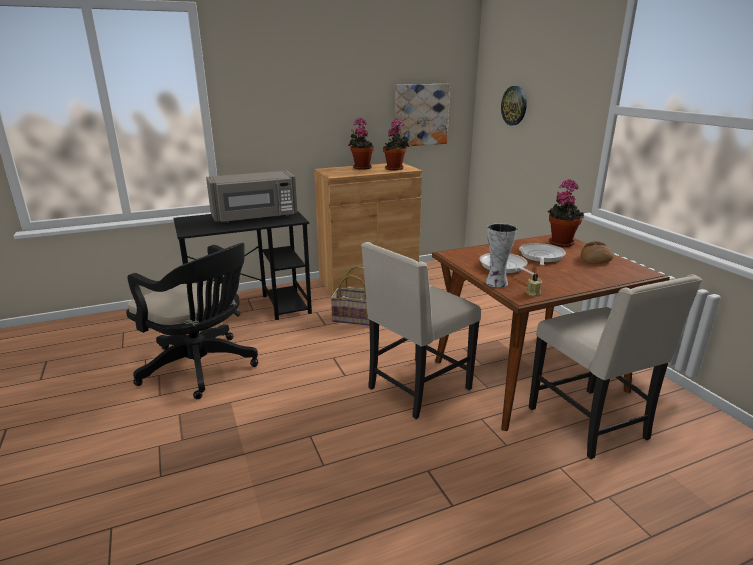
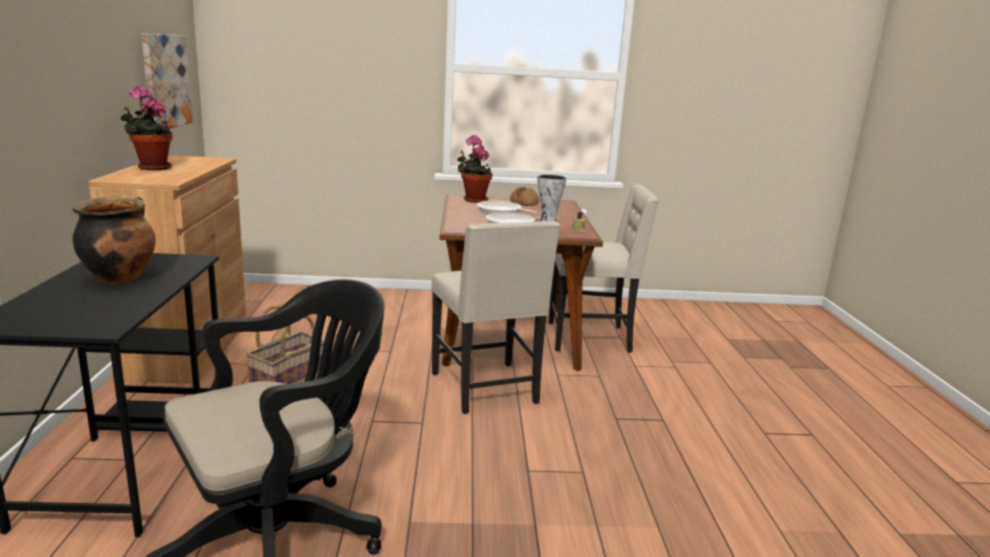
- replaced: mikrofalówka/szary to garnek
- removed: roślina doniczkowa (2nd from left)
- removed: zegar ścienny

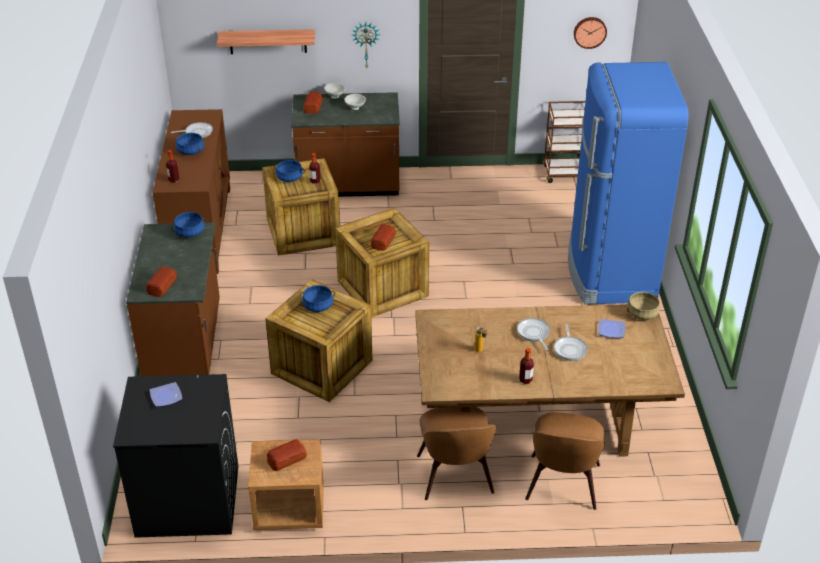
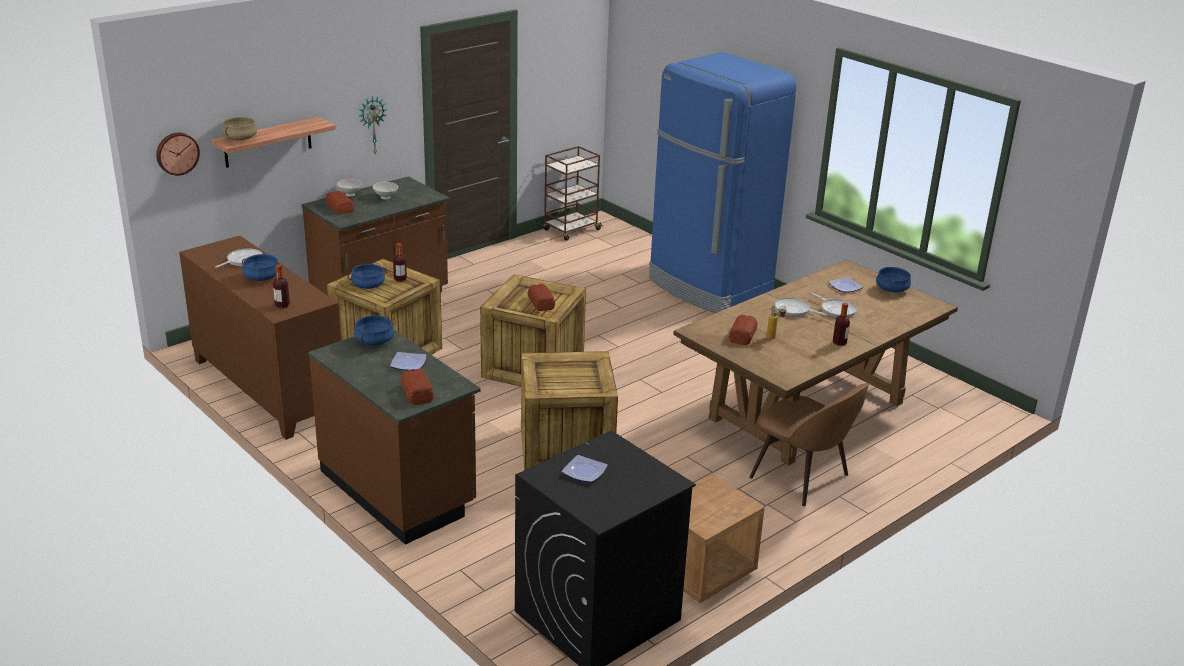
- moved: zegar ścienny (2nd from left in the first image) to zegar ścienny (1st from left)
- moved: garnek/beżowy
- added: talerz (1st from left)
- moved: chleb (2nd from left in the first image) to chleb (4th from left)
- moved: garnek/niebieski (4th from left)
- removed: krzesło/brązowy (2nd from left)

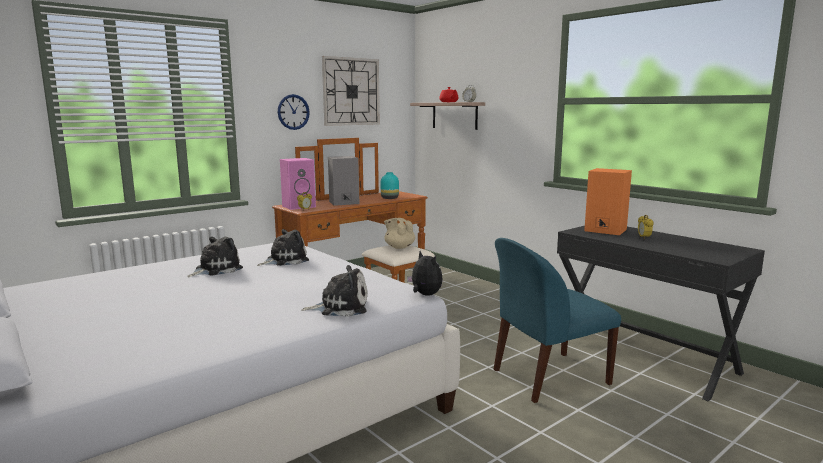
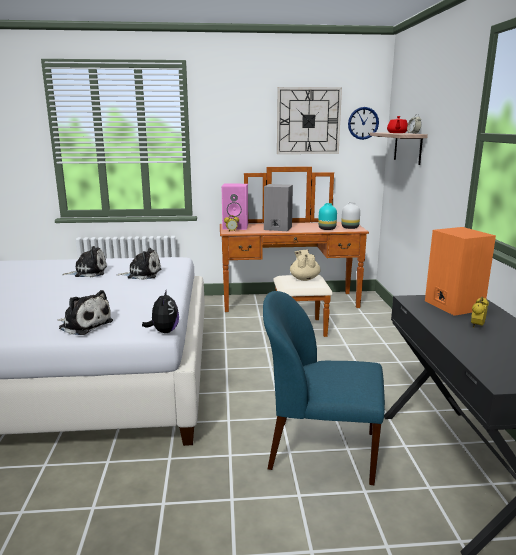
- added: wazon/biały
- moved: zegar ścienny (1st from left in the first image) to zegar ścienny (2nd from left)

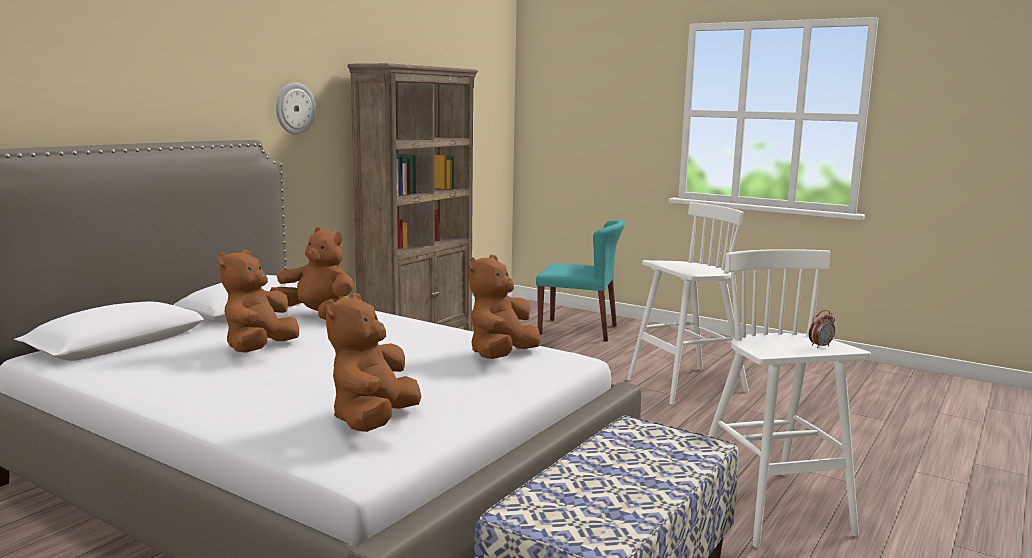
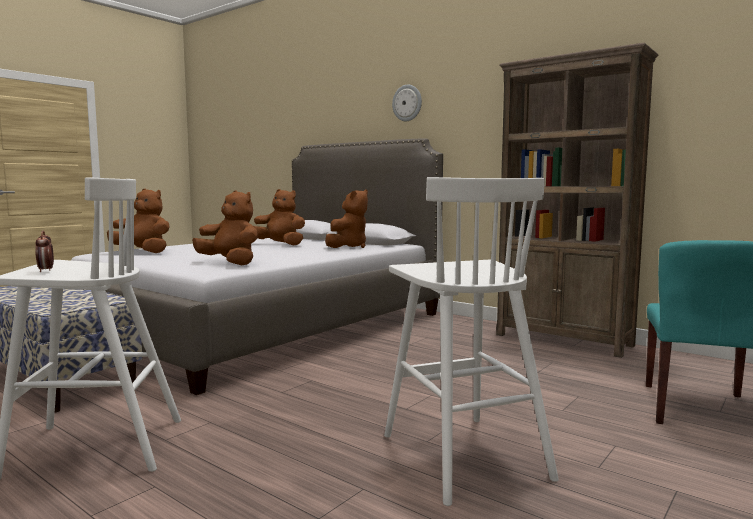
- moved: zegar ścienny

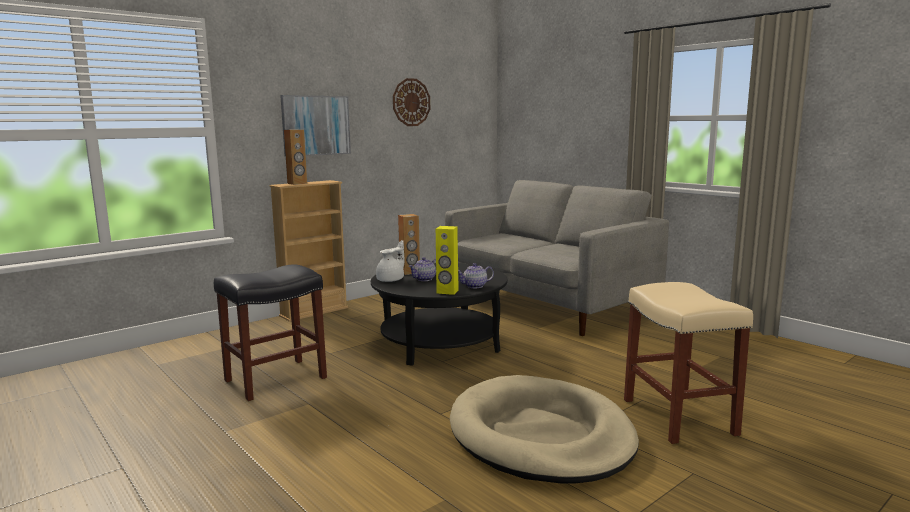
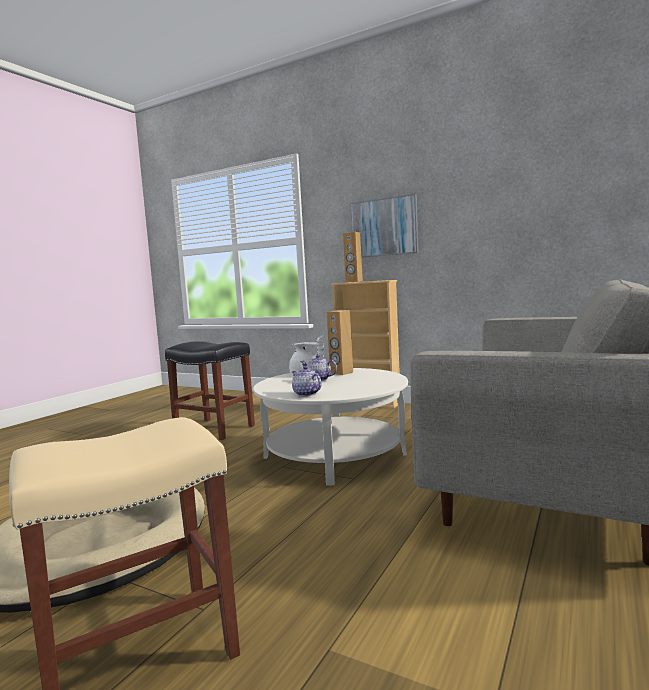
- recoloured: ława/czarny to ława/biały
- removed: zegar ścienny
- removed: głośnik/żółty

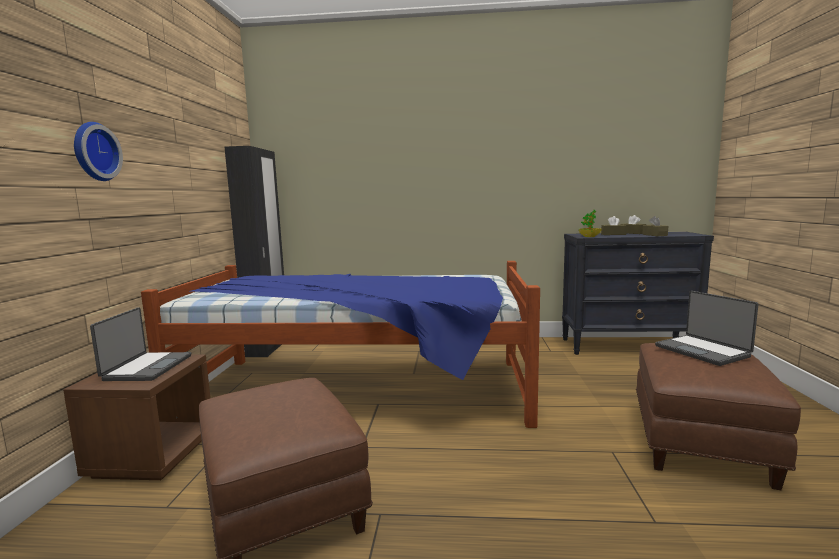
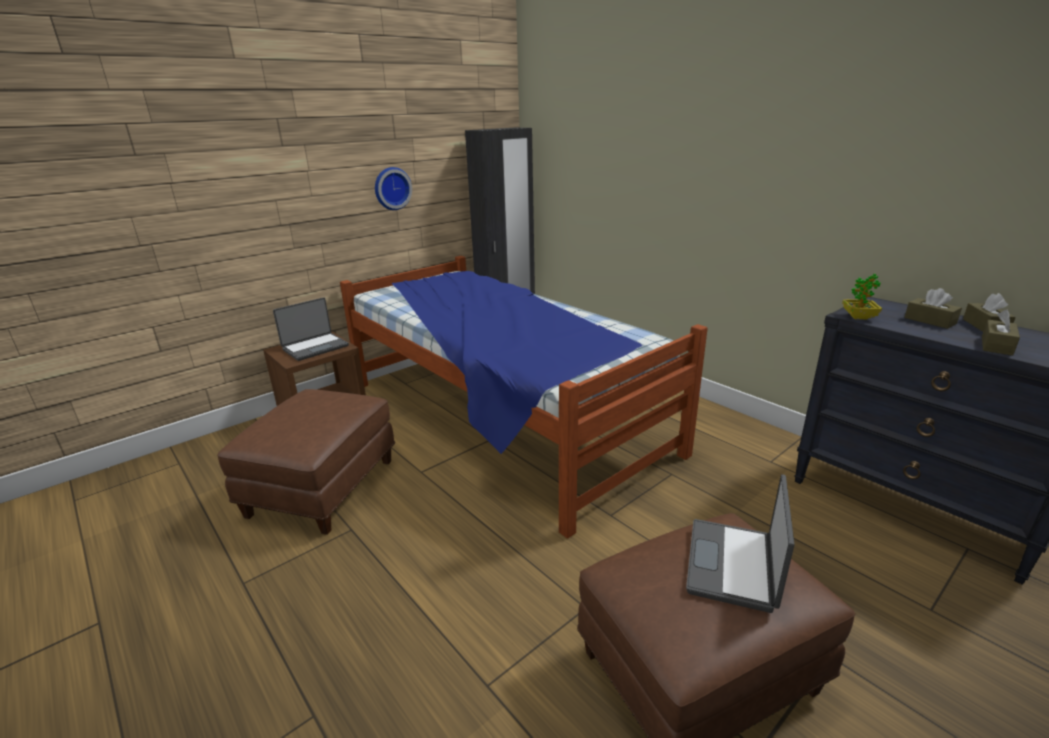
- moved: zegar ścienny

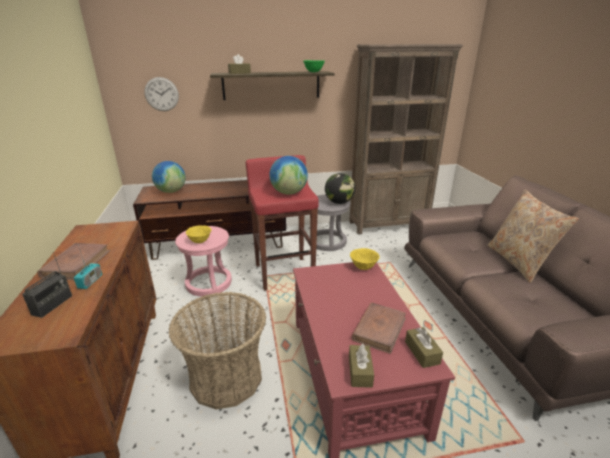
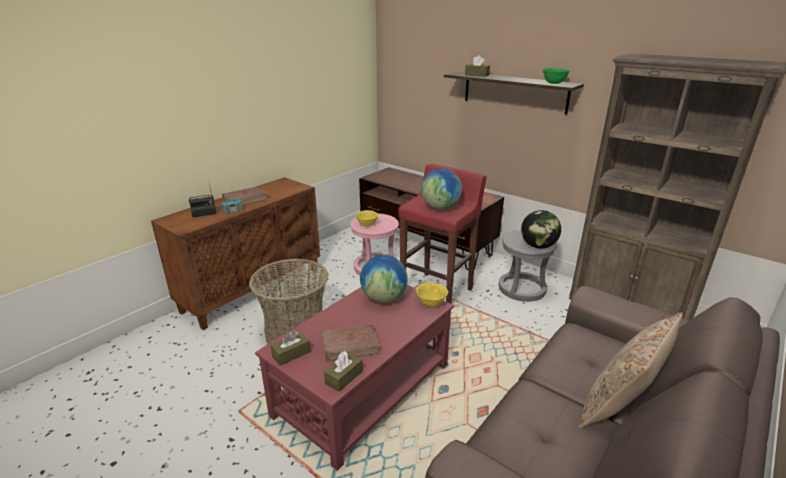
- moved: globus (1st from left)
- removed: zegar ścienny

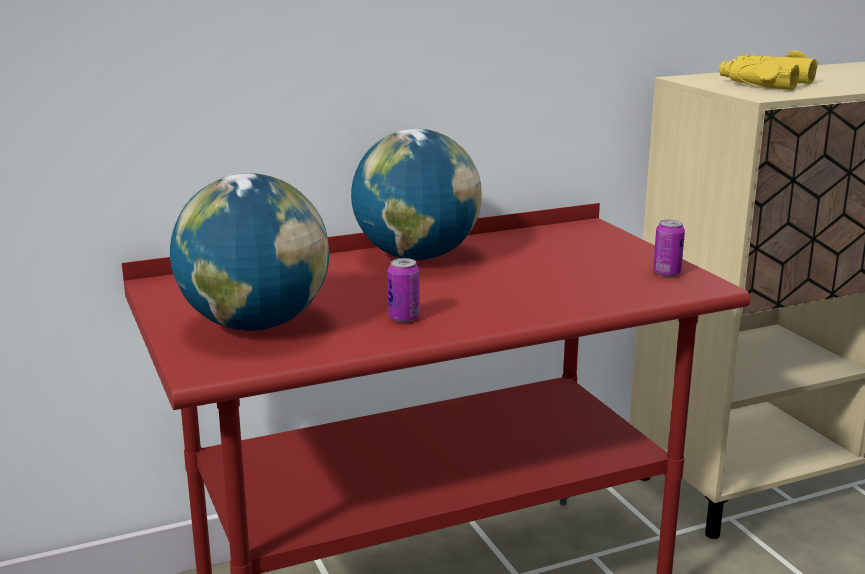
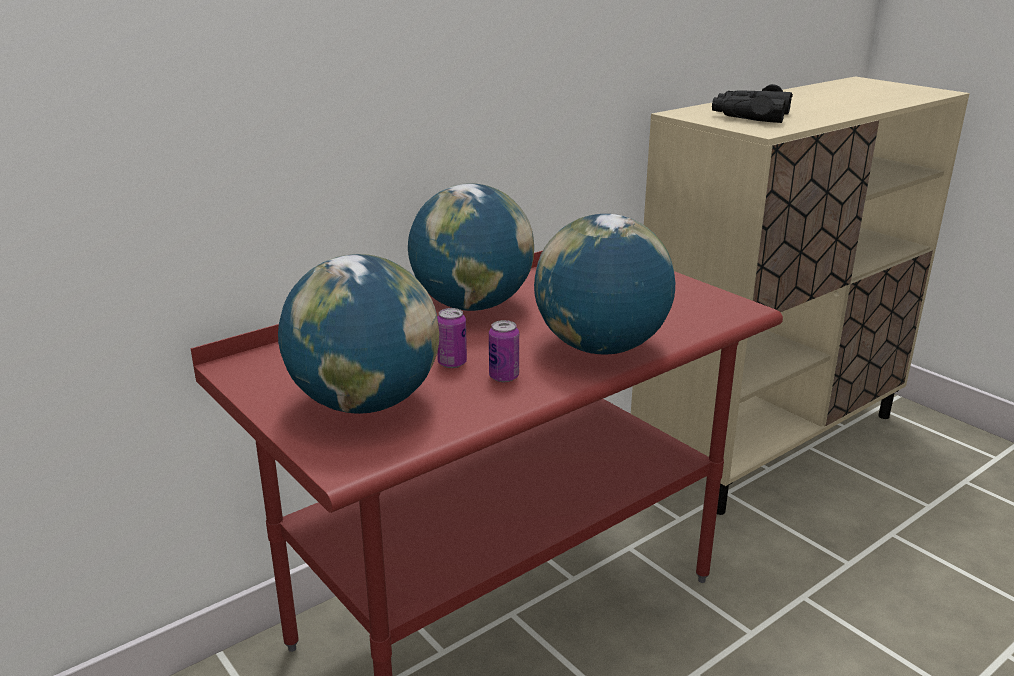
- moved: puszka (2nd from left in the first image) to puszka (1st from left)
- added: globus (3rd from left)
- recoloured: lornetka/żółty to lornetka/czarny

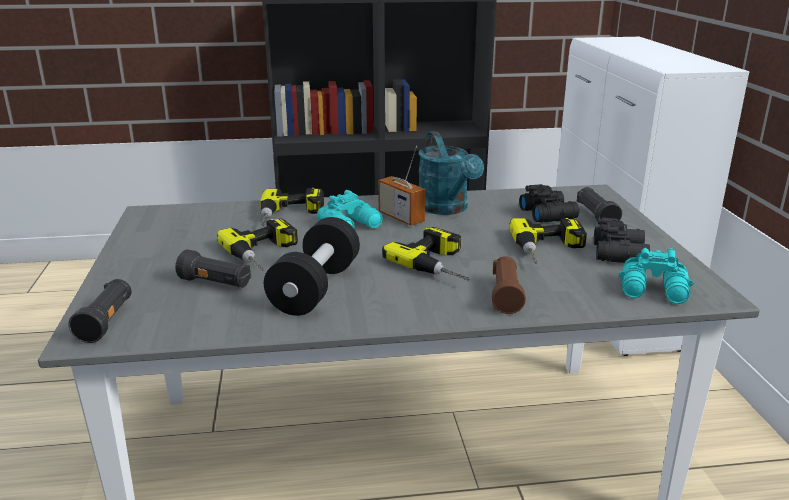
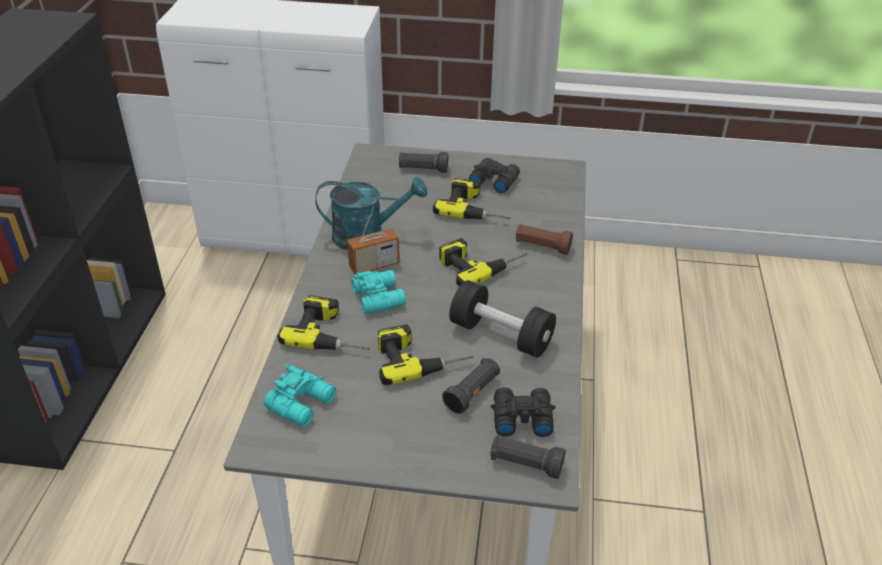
- moved: lornetka/turkusowy (2nd from left in the first image) to lornetka/turkusowy (1st from left)
- moved: lornetka/czarny (1st from left in the first image) to lornetka/czarny (2nd from left)

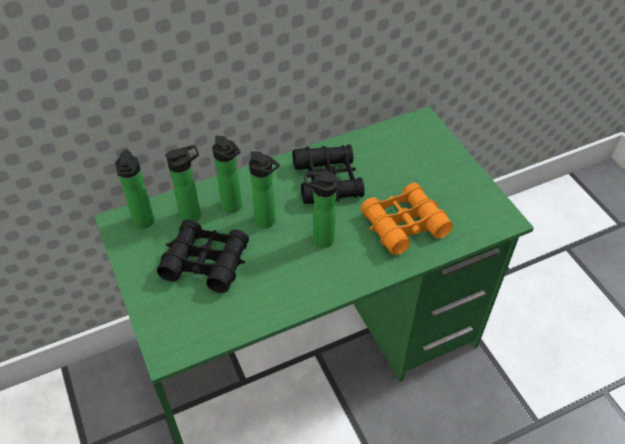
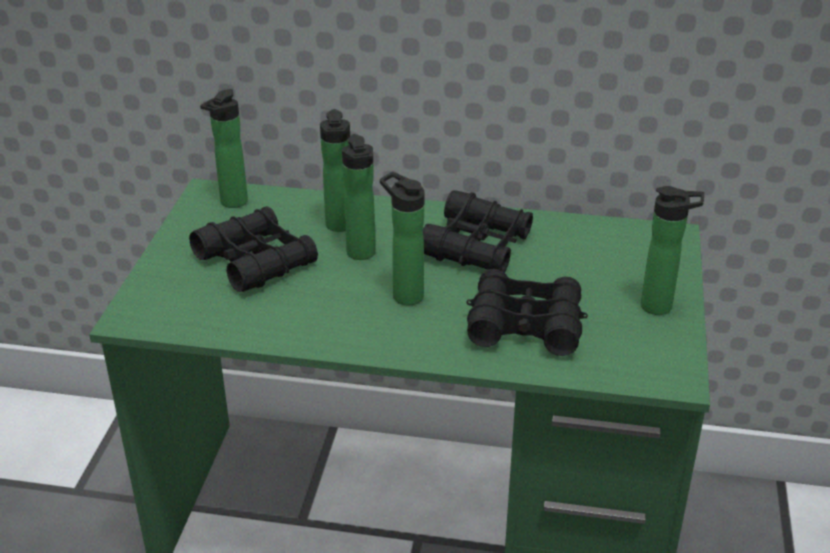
- recoloured: lornetka/pomarańczowy to lornetka/czarny (3rd from left)
- moved: butelka (2nd from left in the first image) to butelka (5th from left)

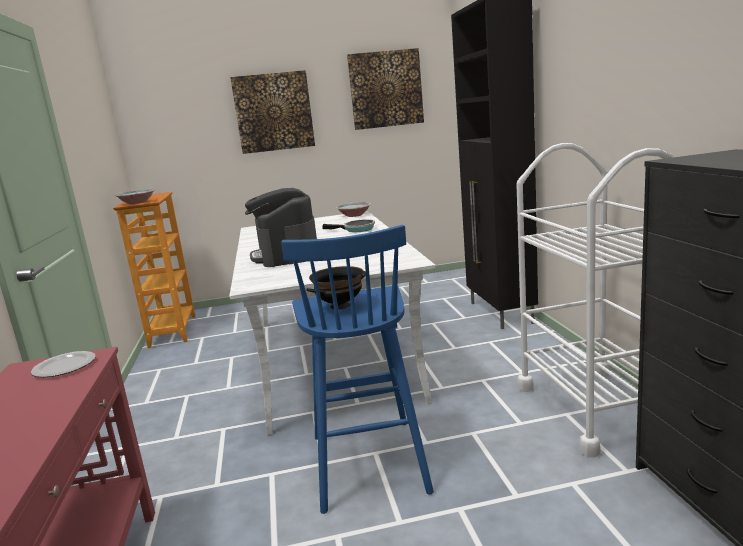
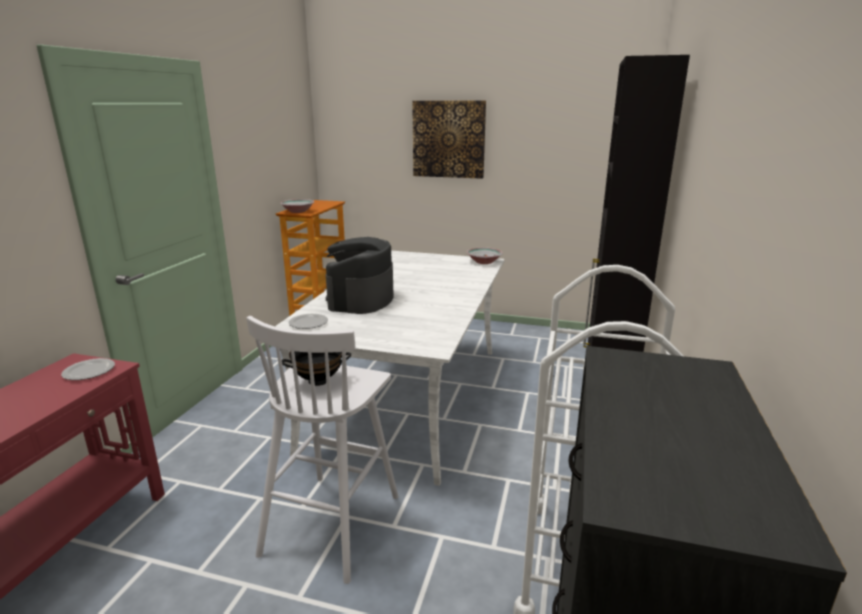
- recoloured: stołek/niebieski to stołek/biały
- added: talerz (2nd from left)
- removed: patelnia
- removed: obraz (2nd from left)

